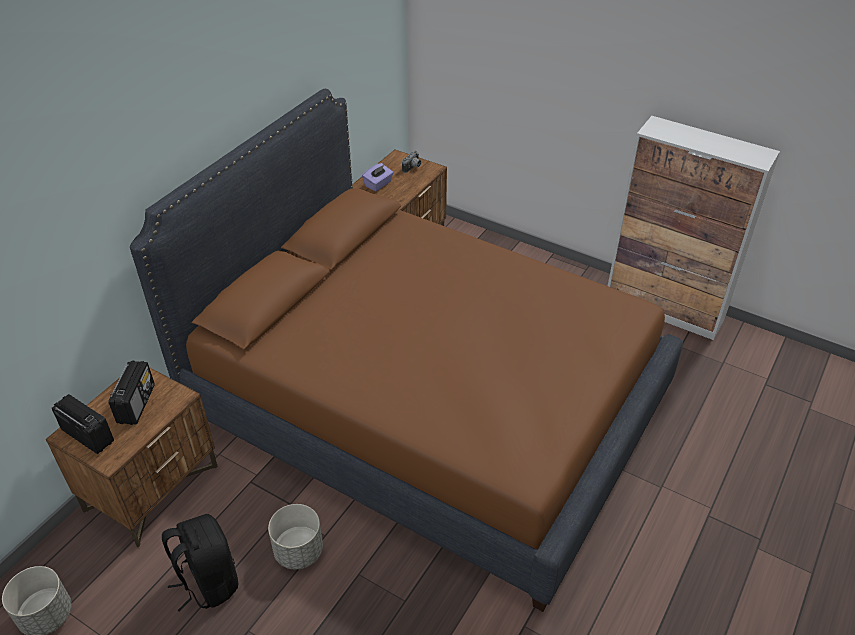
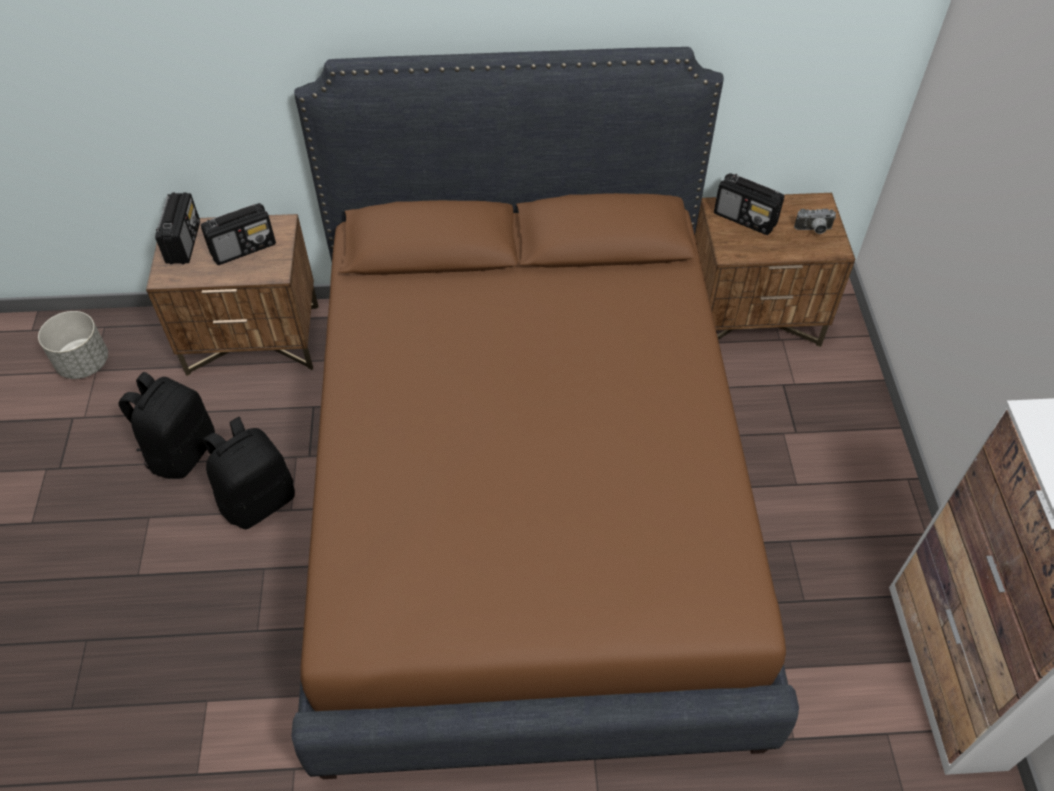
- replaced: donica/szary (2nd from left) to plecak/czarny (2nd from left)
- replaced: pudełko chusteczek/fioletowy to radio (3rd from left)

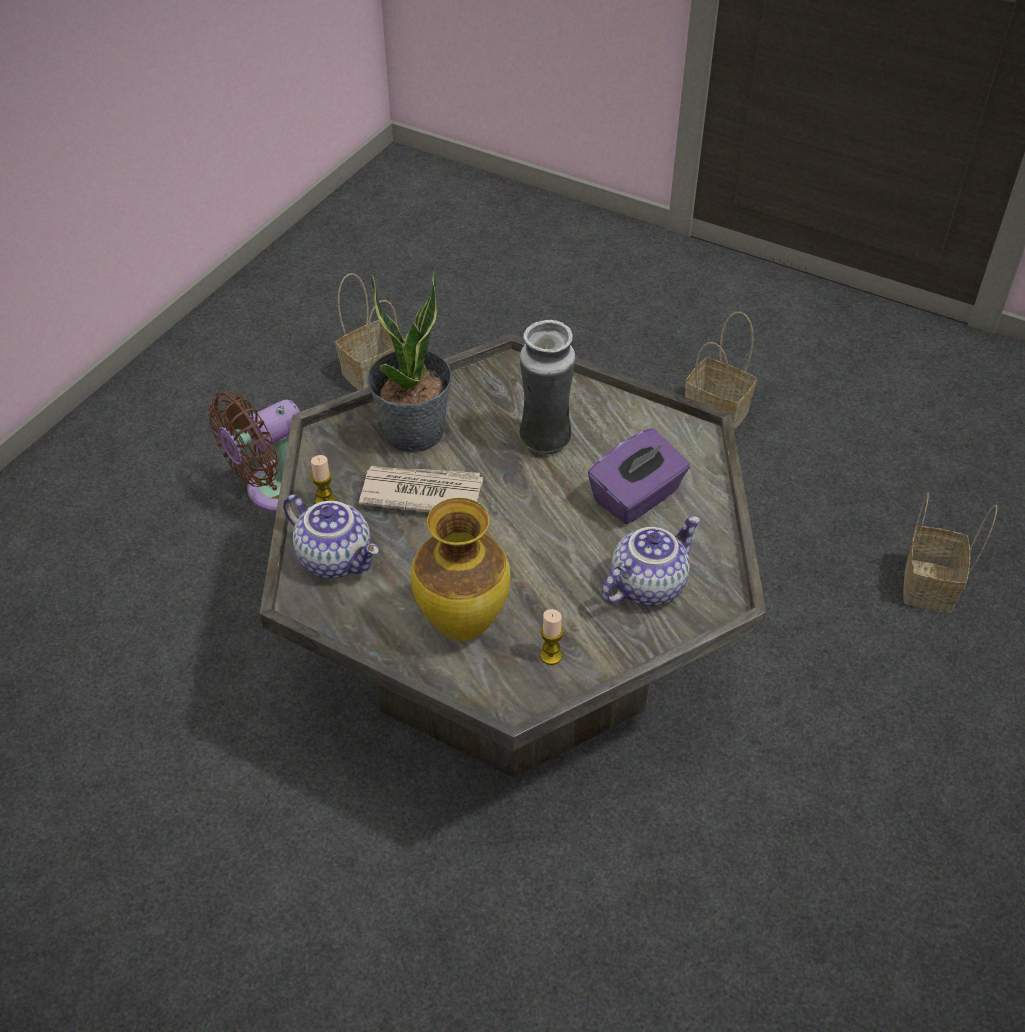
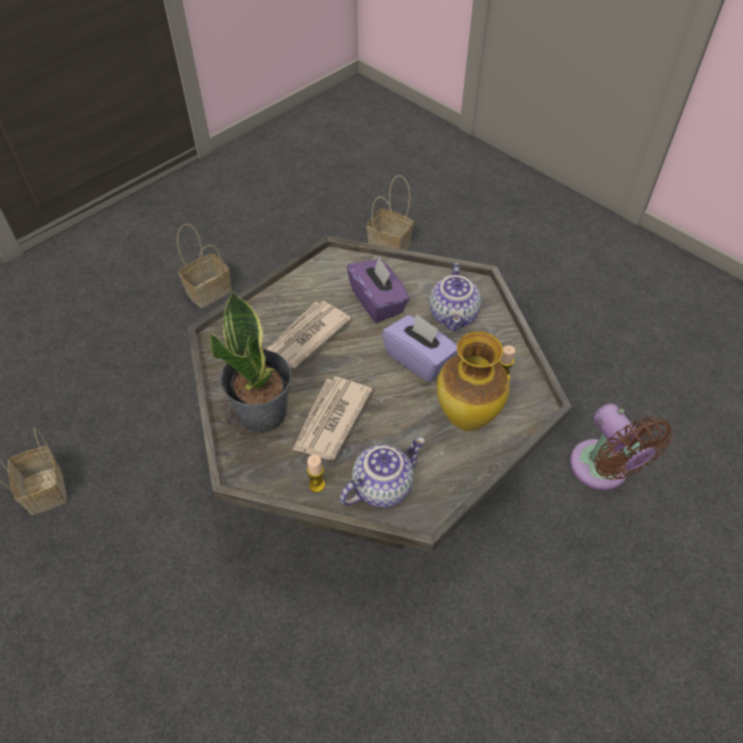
- replaced: wazon (2nd from left) to gazeta (1st from left)
- added: pudełko chusteczek/fioletowy (2nd from left)
- turned: imbryk (2nd from left) 150 degrees counterclockwise
- moved: wentylator/brązowy

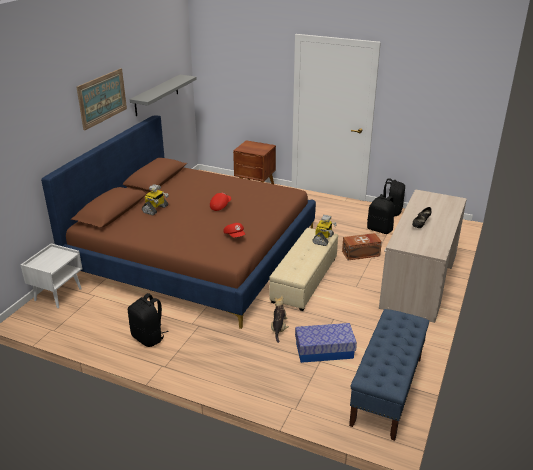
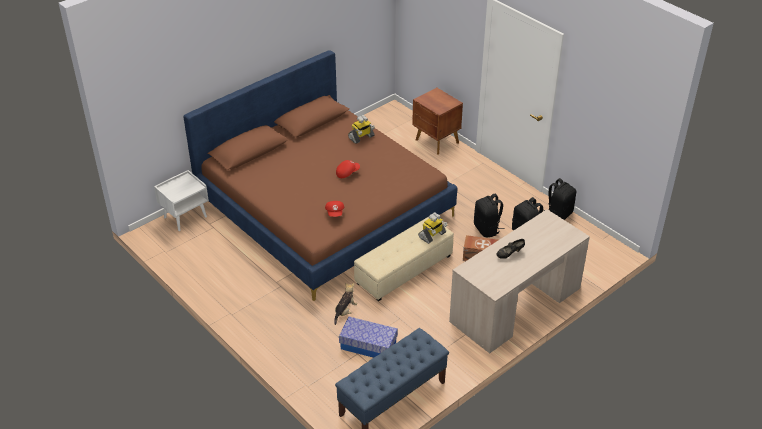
- moved: robot zabawkowy (1st from left)
- moved: plecak/czarny (1st from left)
- removed: obraz
- removed: półka/szary

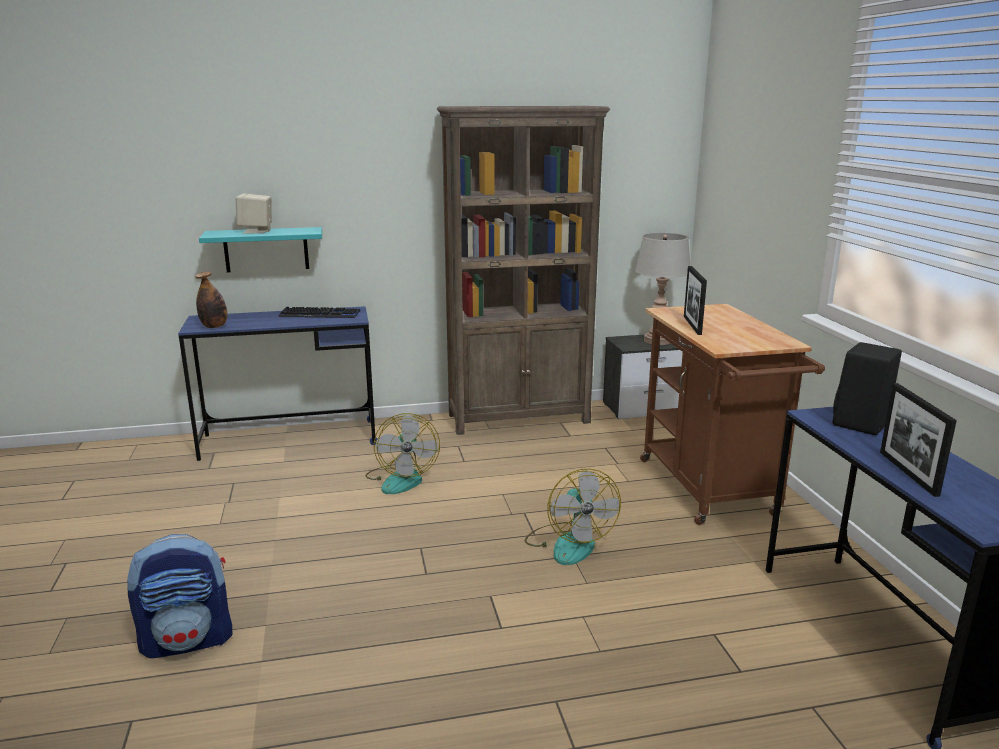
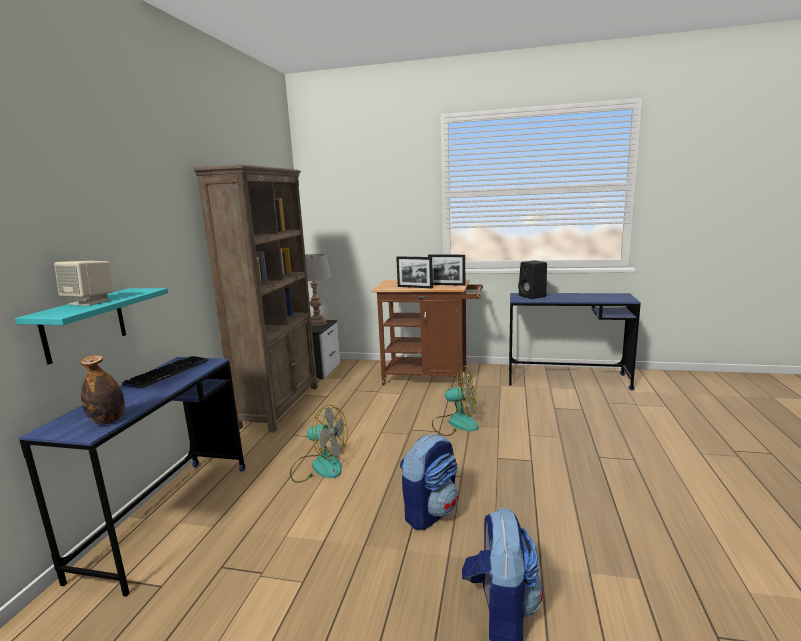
- added: plecak (1st from left)
- moved: ramka na zdjęcie (2nd from left)

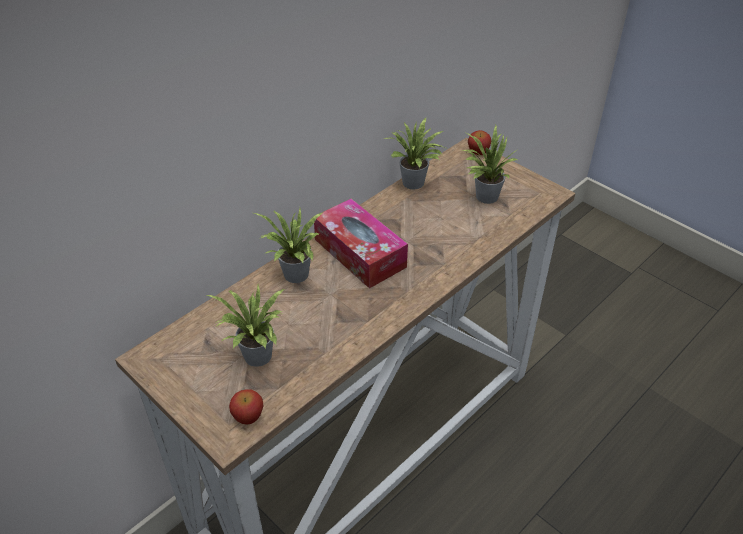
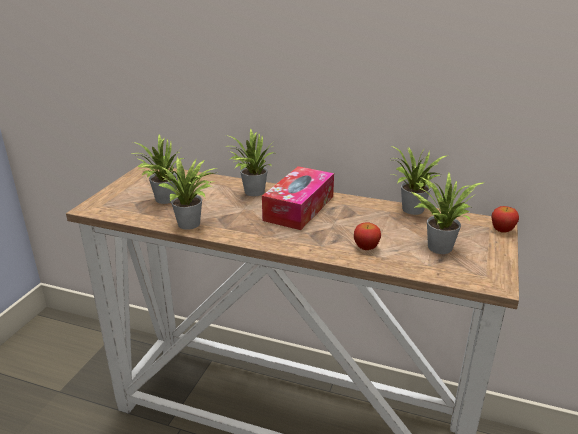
- added: roślina doniczkowa (2nd from left)
- moved: jabłko (1st from left)

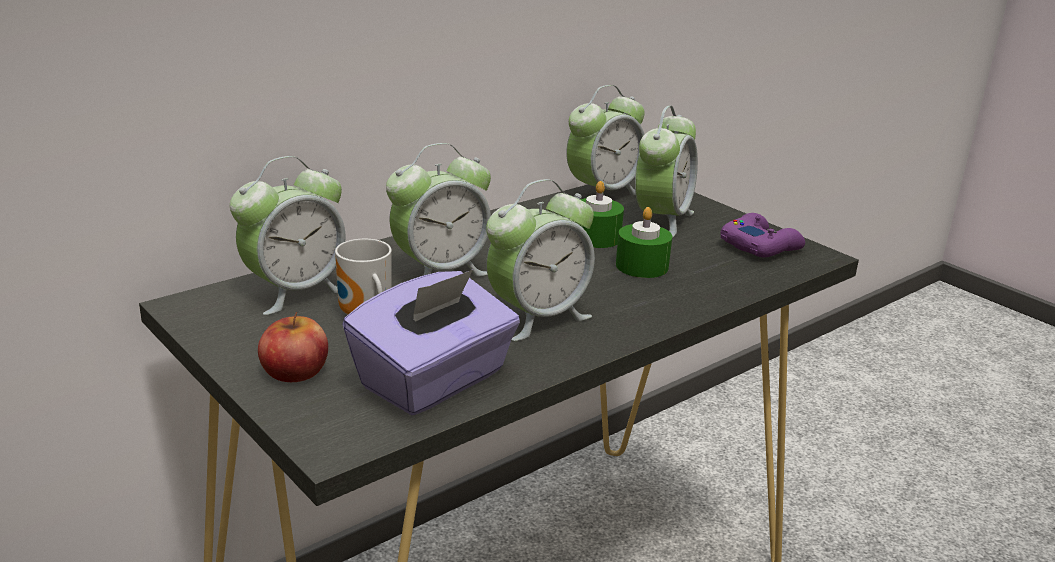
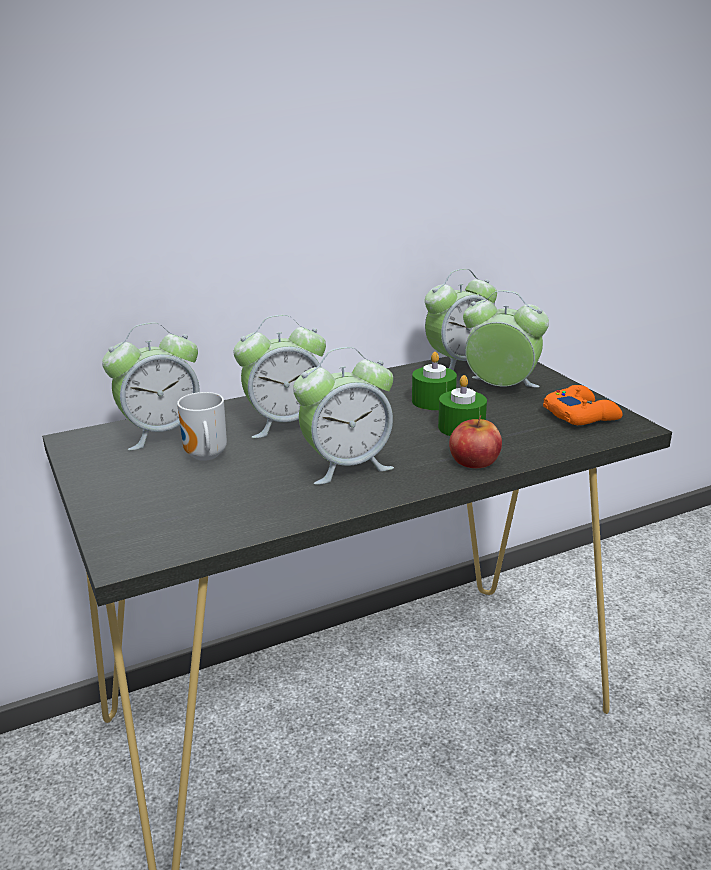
- moved: jabłko
- turned: budzik (5th from left) 105 degrees counterclockwise
- recoloured: pad do gier/fioletowy to pad do gier/pomarańczowy
- removed: pudełko chusteczek/fioletowy

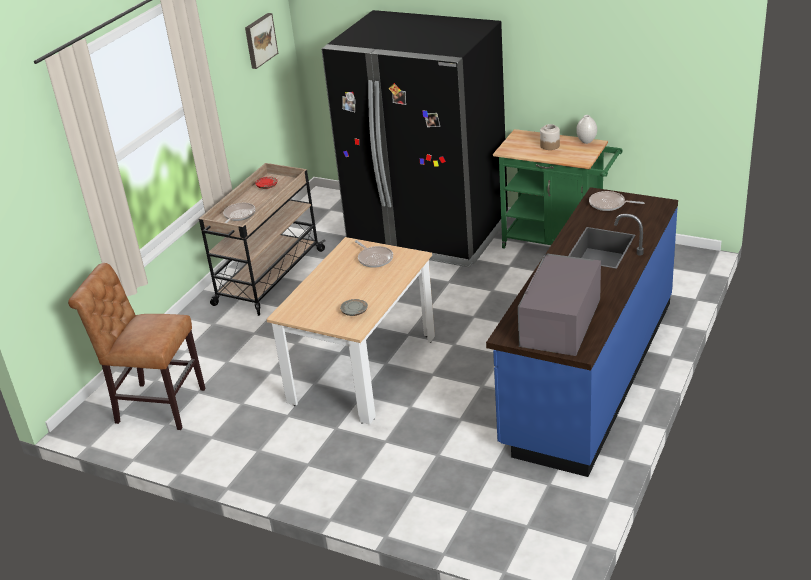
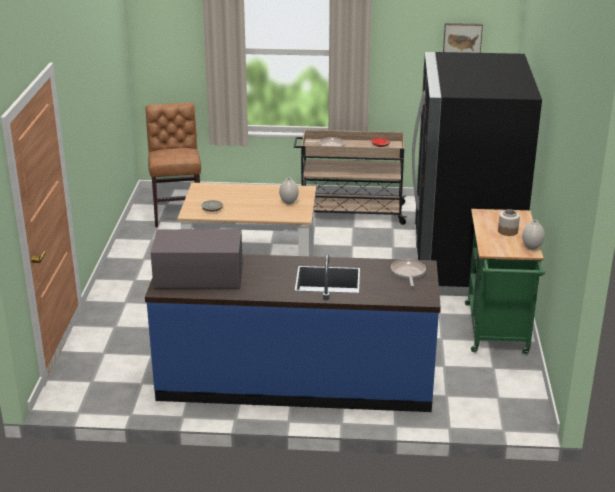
- replaced: patelnia (2nd from left) to wazon/biały (1st from left)

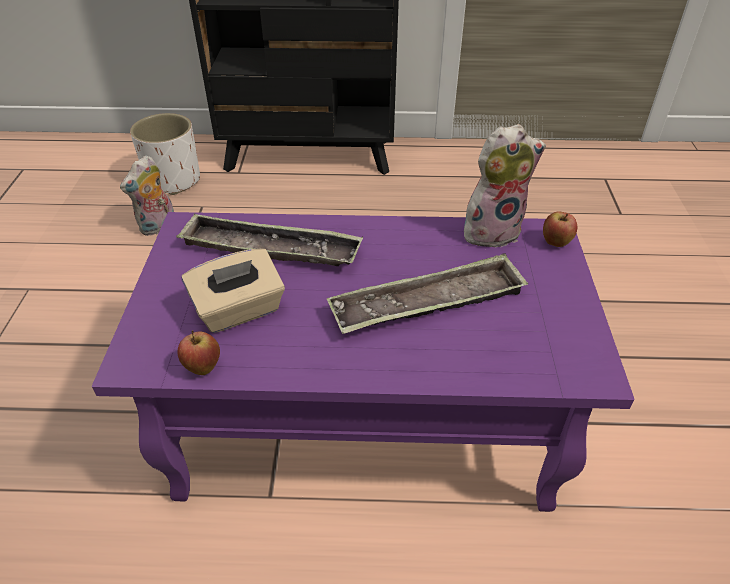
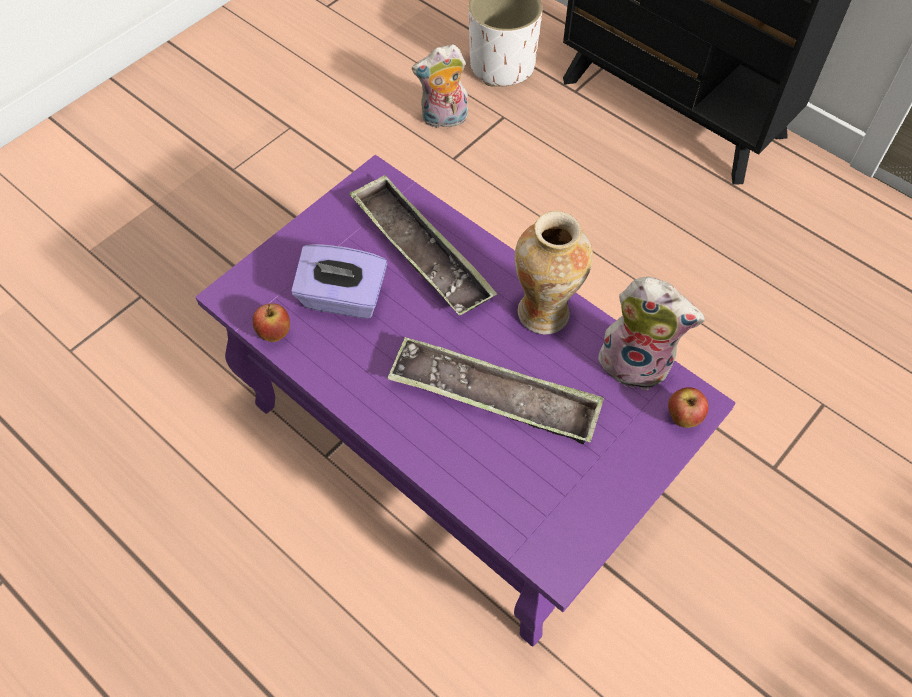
- recoloured: pudełko chusteczek/beżowy to pudełko chusteczek/fioletowy
- added: wazon

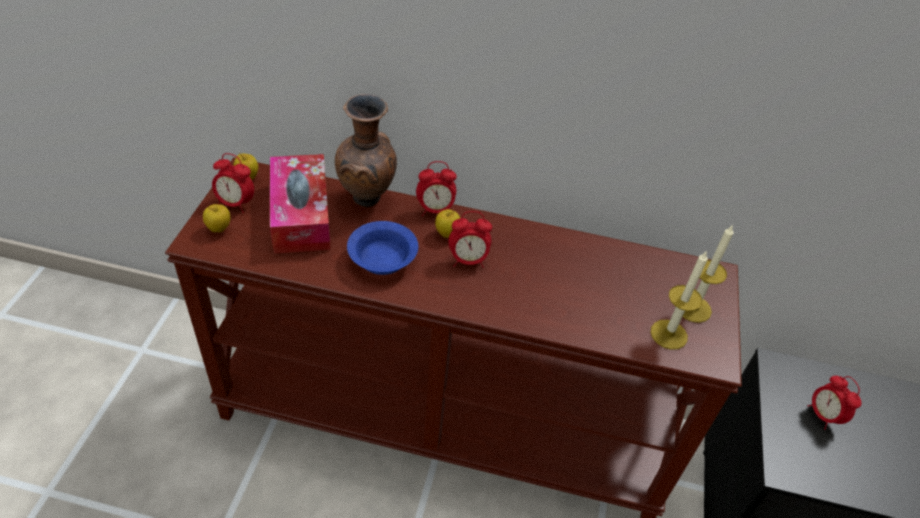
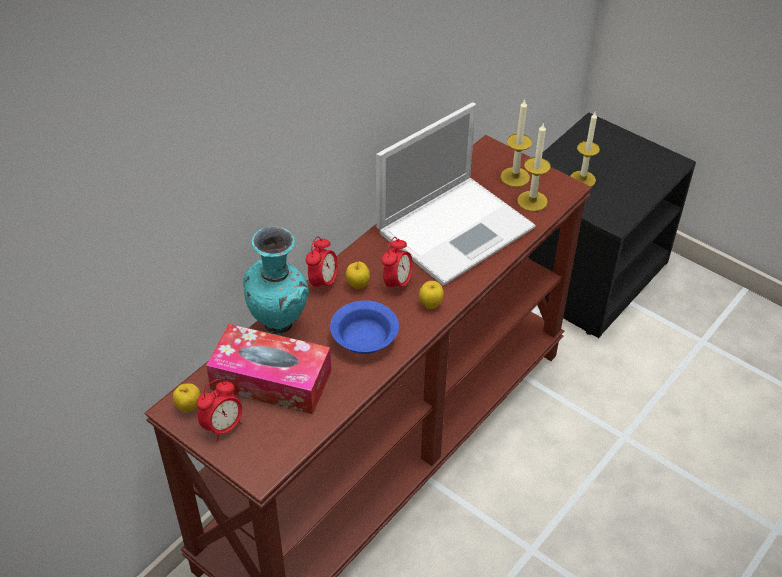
- recoloured: wazon/brązowy to wazon/turkusowy
- added: laptop
- moved: jabłko (1st from left in the first image) to jabłko (3rd from left)
- replaced: budzik (4th from left) to świeca (3rd from left)

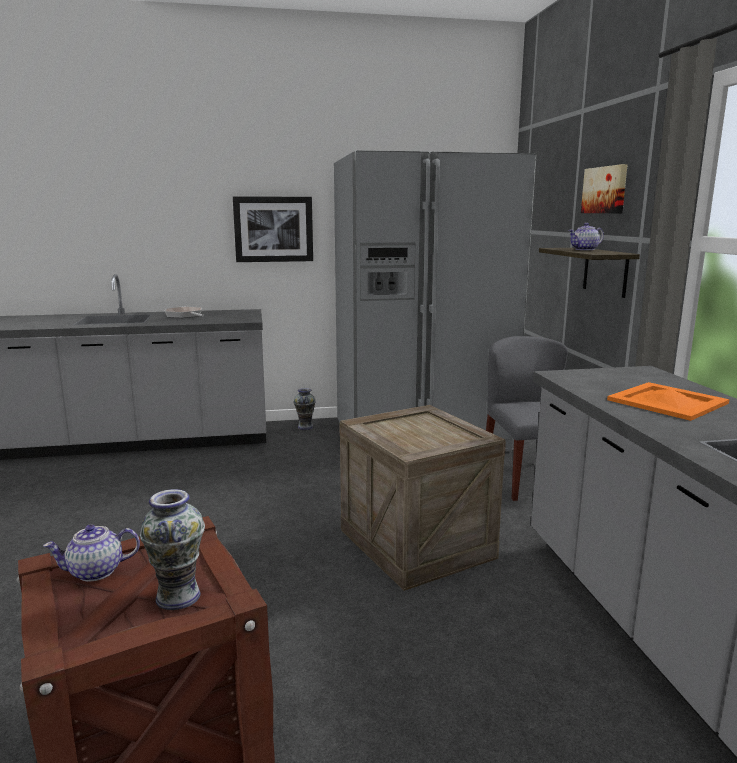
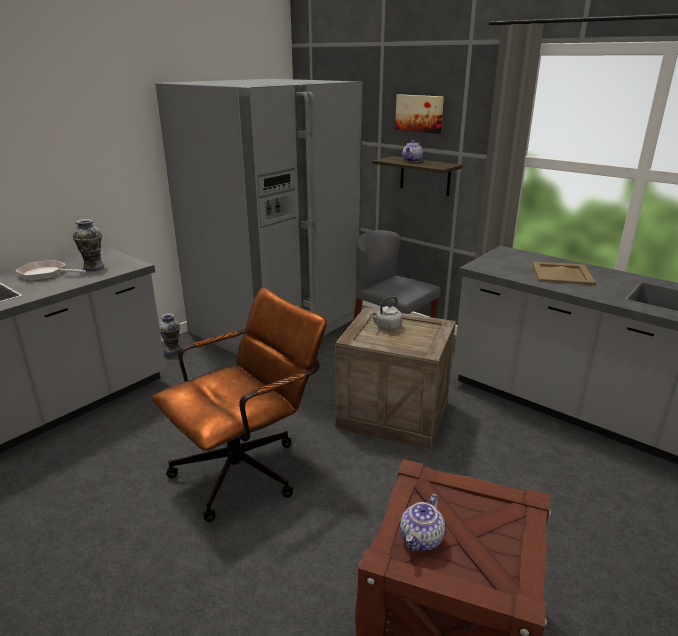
- moved: wazon (1st from left)
- added: krzesło biurowe/brązowy
- added: czajnik/szary
- recoloured: taca/pomarańczowy to taca/beżowy
- removed: obraz (1st from left)

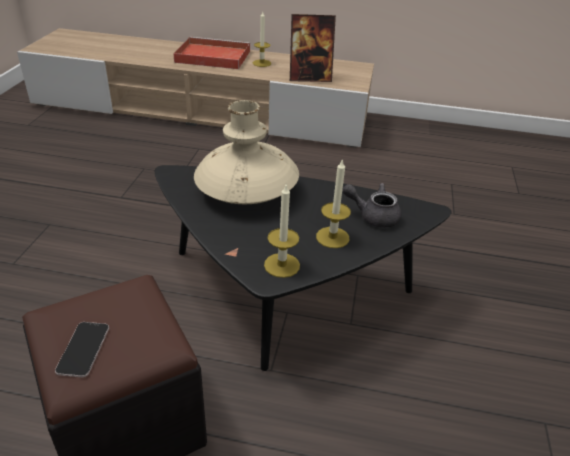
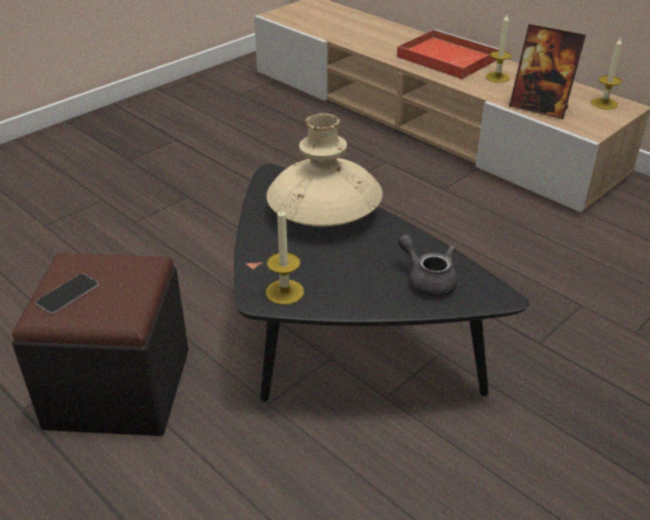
- moved: świeca (3rd from left)

